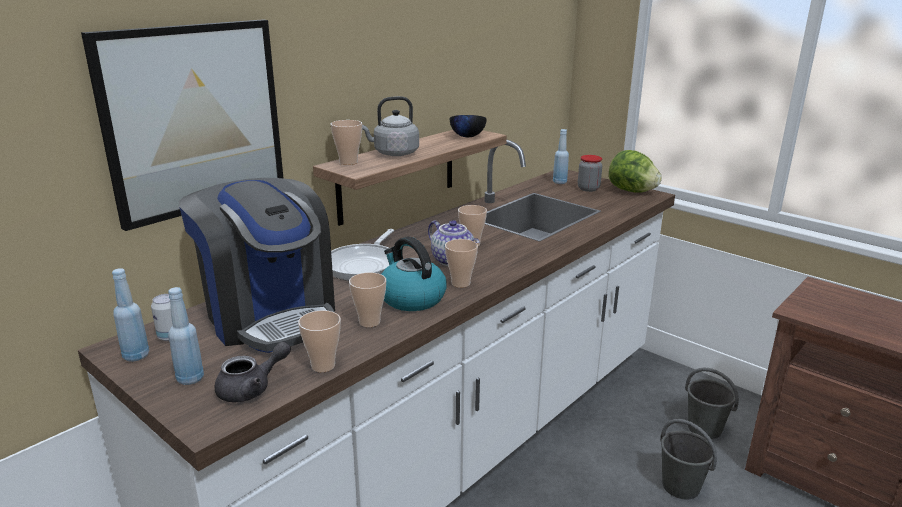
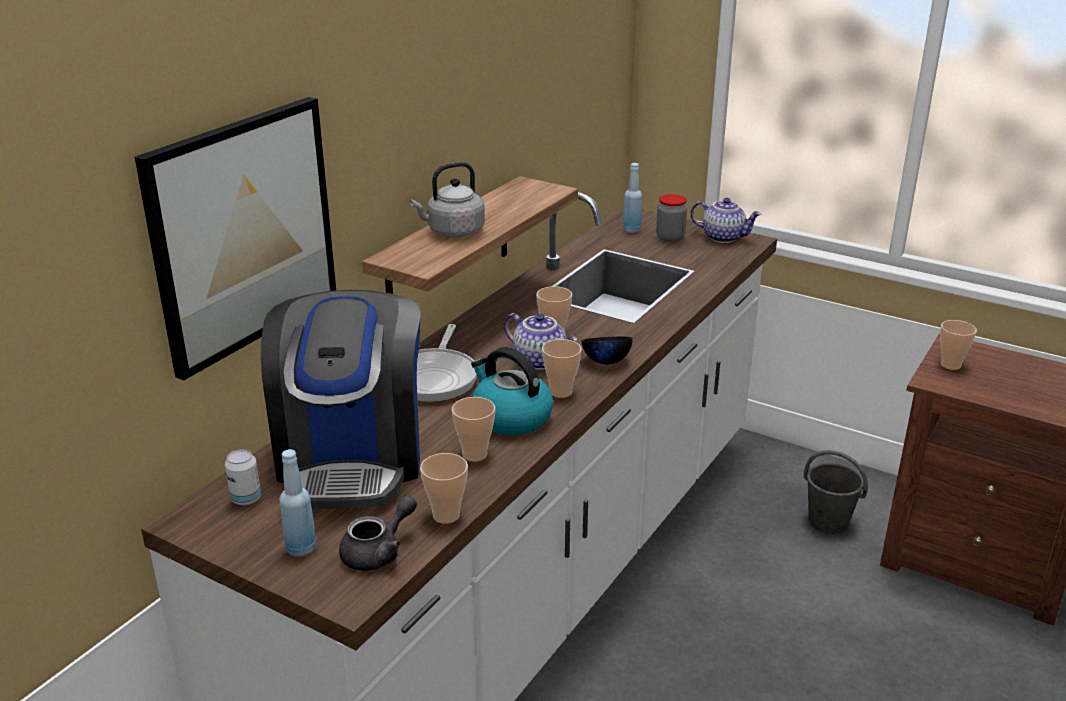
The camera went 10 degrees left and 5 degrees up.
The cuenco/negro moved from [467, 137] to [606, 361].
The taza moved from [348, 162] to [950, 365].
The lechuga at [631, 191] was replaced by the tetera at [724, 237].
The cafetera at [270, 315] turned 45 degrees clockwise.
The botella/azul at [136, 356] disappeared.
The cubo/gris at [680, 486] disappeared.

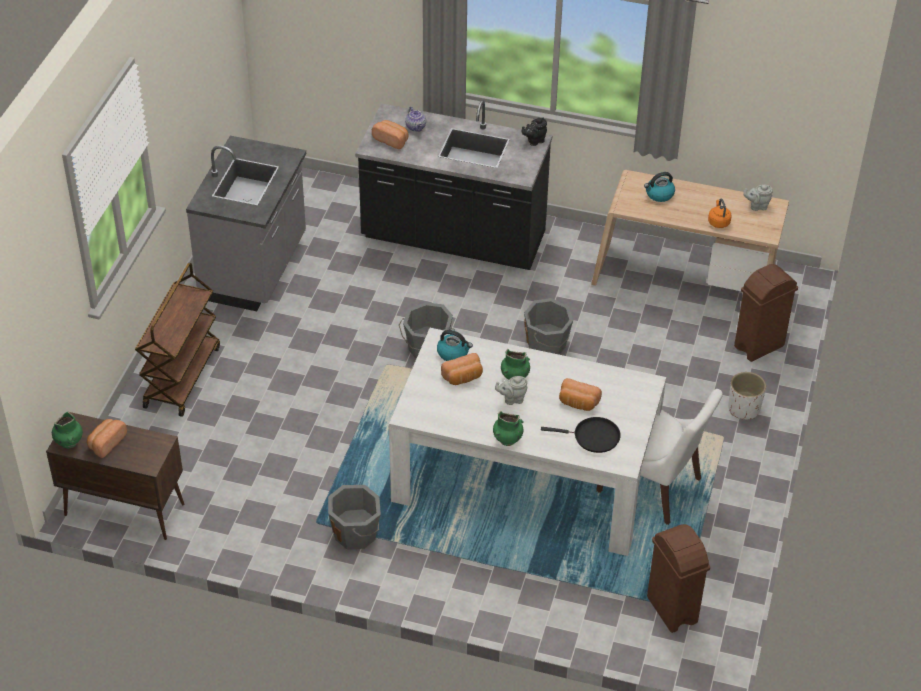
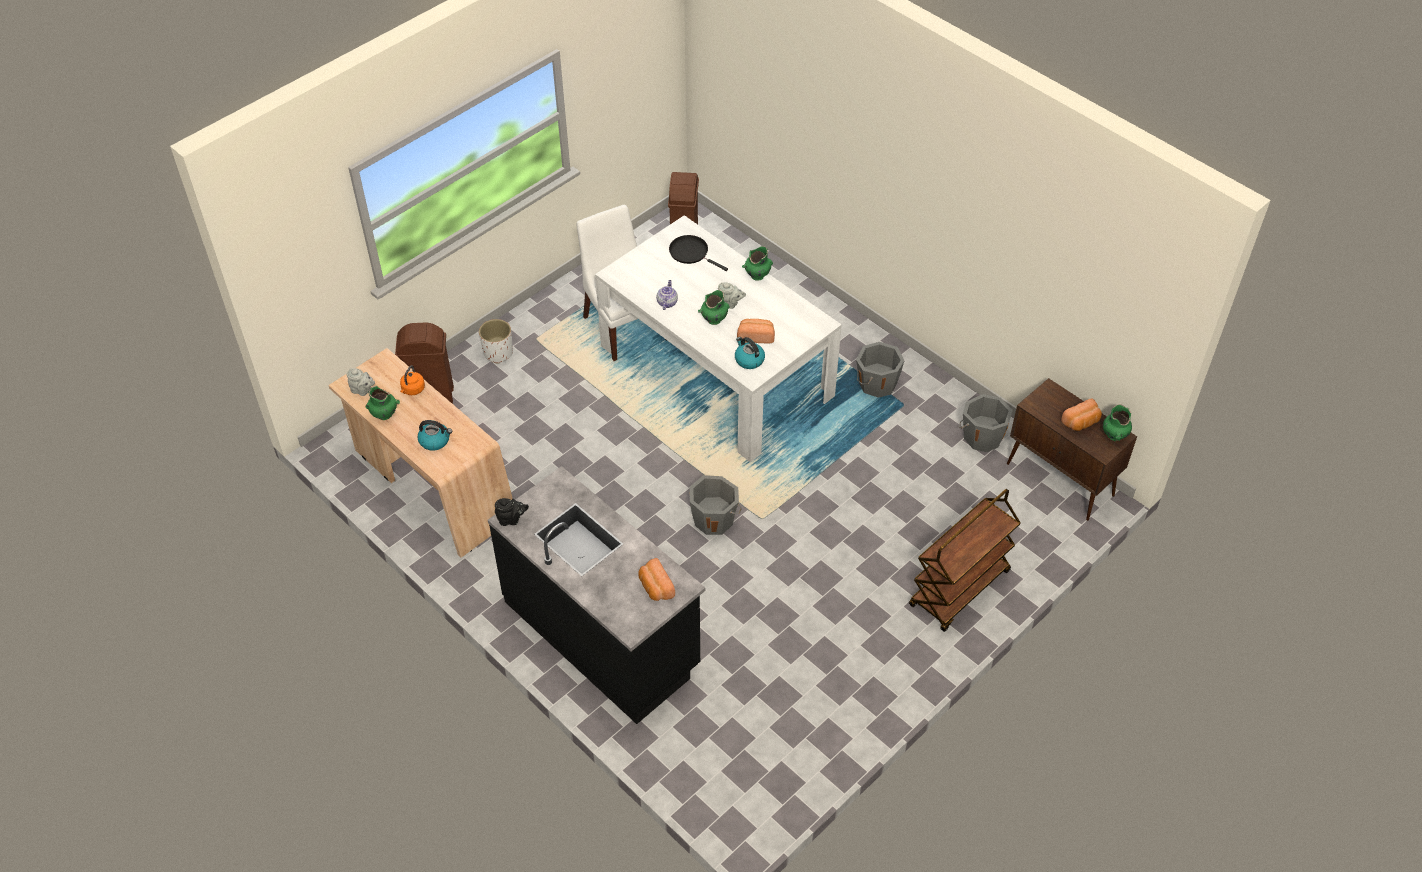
The camera went 150 degrees left and 5 degrees up.
The tetera moved from [416, 127] to [667, 302].
The mueble bajo de cocina/gris at [255, 269] disappeared.
The cubo/gris moved from [547, 345] to [982, 437].
The pan at [578, 403] disappeared.
The florero/verde at [385, 414] appeared.

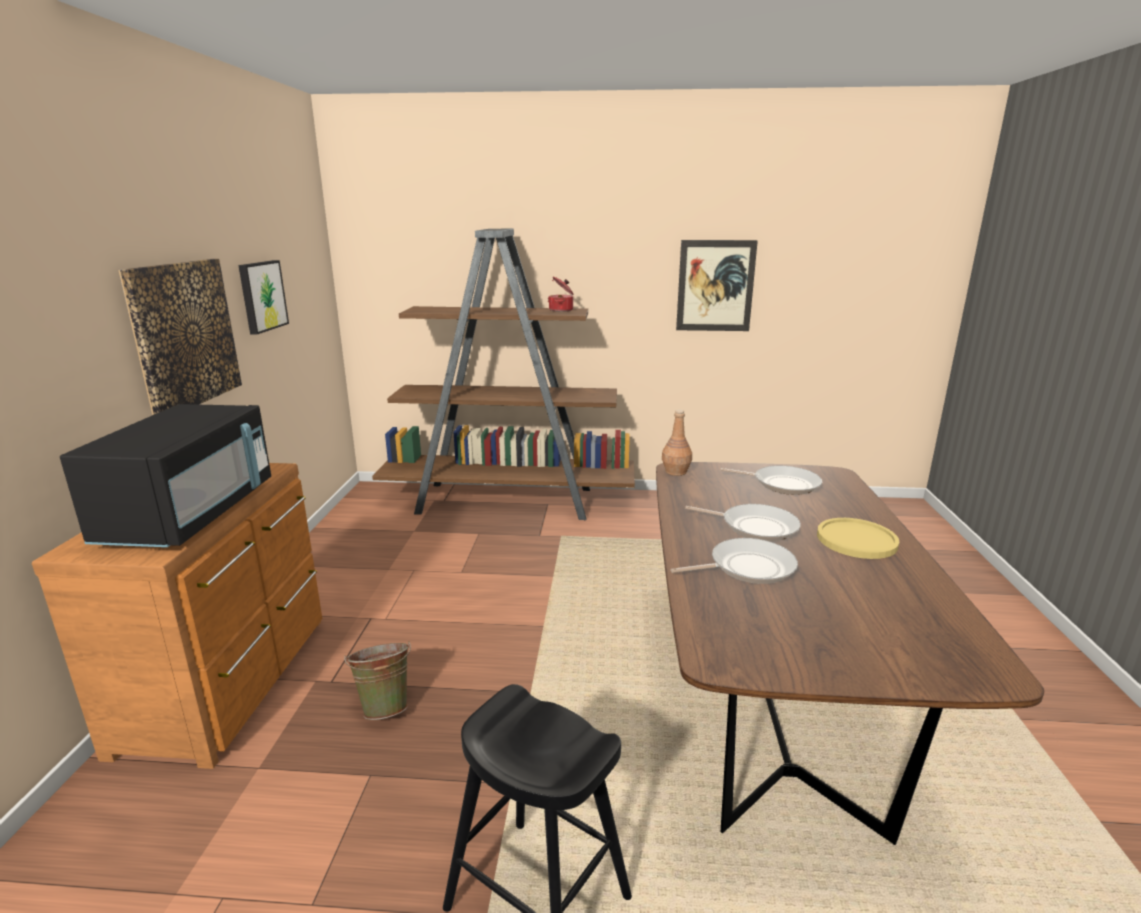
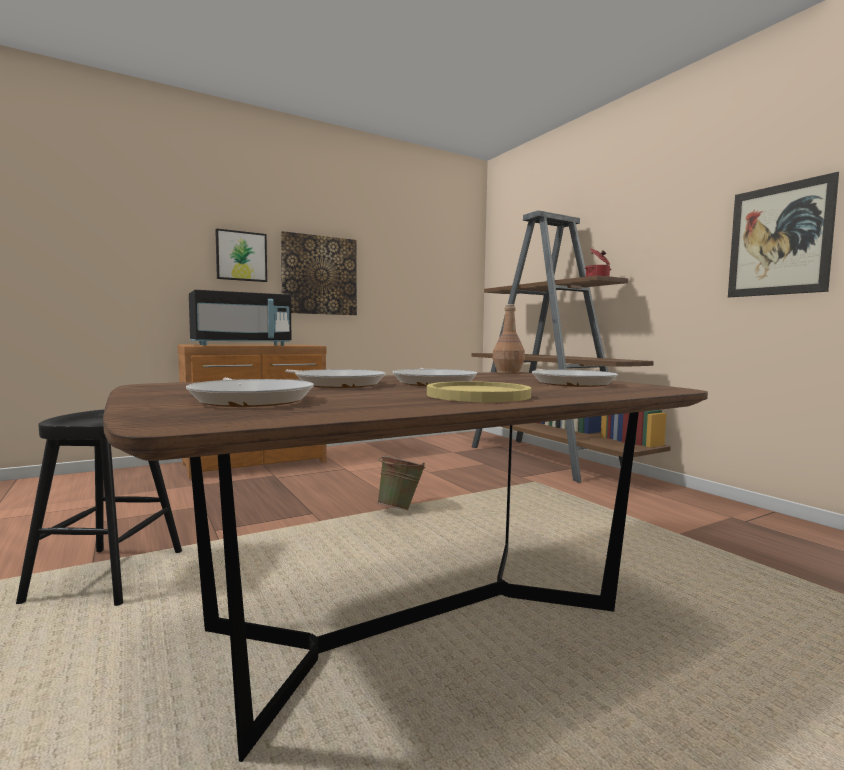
The camera went 55 degrees right and 15 degrees down.
The cuadro moved from [261, 296] to [241, 256].
The cubo/verde moved from [385, 706] to [400, 509].
The sartén at [251, 399] appeared.

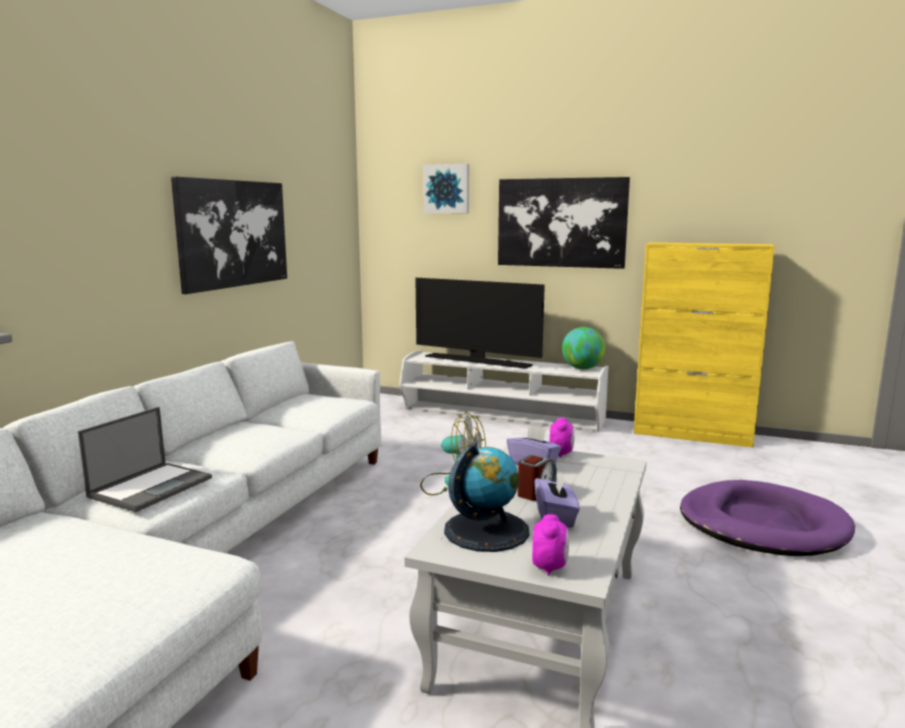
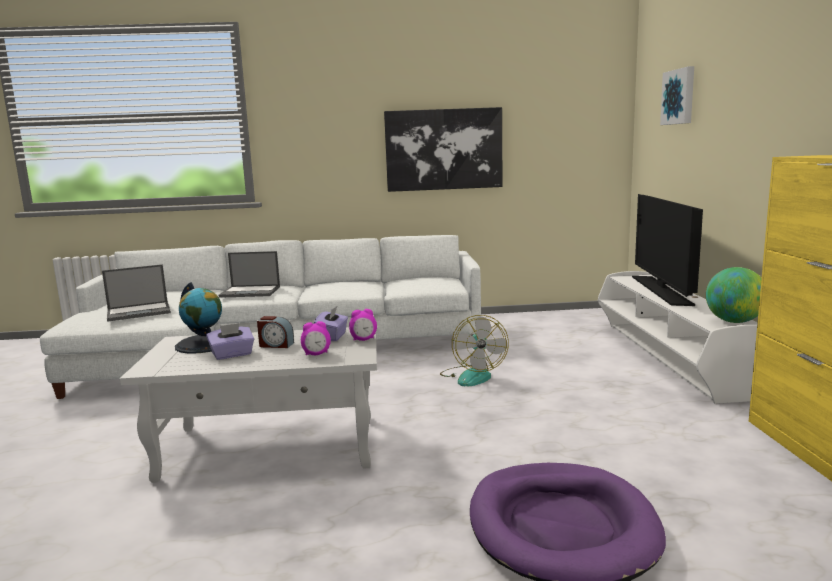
The camera went 65 degrees right and 0 degrees up.
The cuadro at [561, 222] disappeared.
The despertador moved from [549, 567] to [316, 354].
The portátil at [140, 312] appeared.

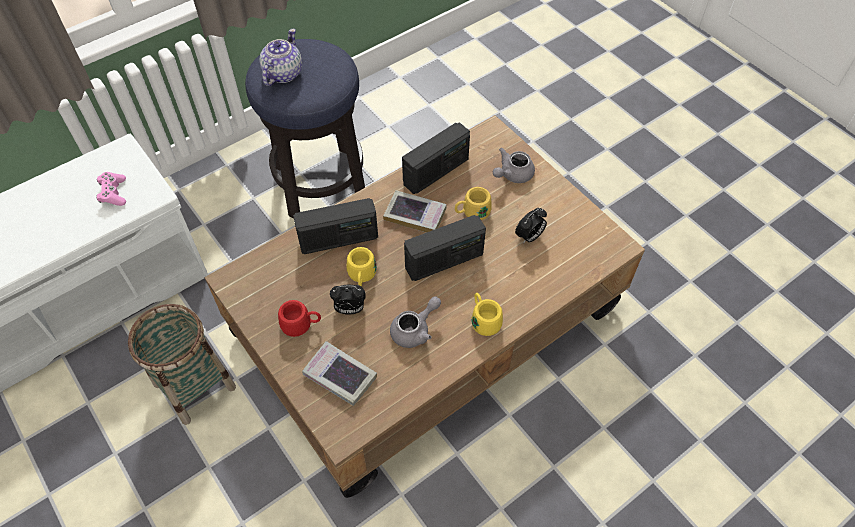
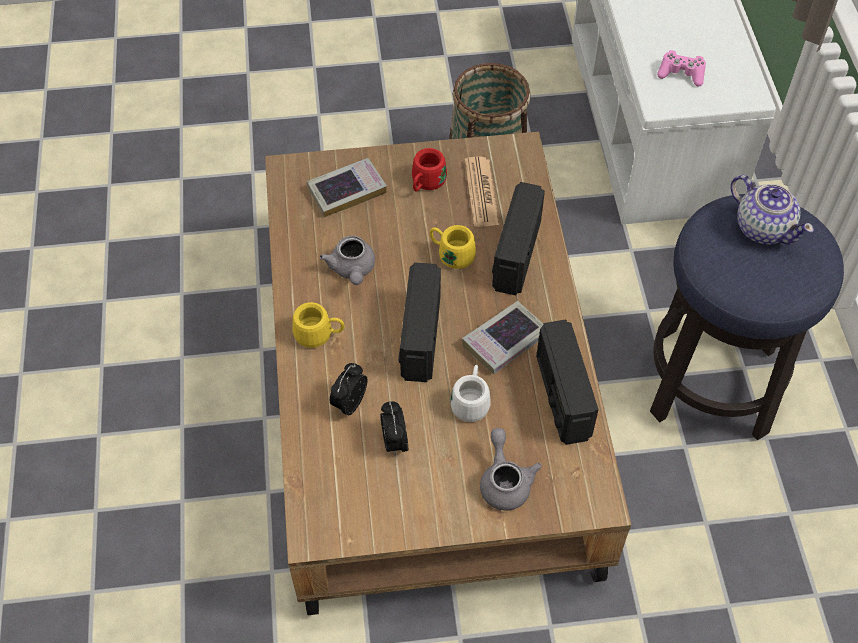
The camera went 120 degrees right and 0 degrees up.
The taza grande/amarillo at [472, 212] became the taza grande/blanco at [471, 401].
The despertador moved from [349, 309] to [349, 403].
The periódico at [481, 192] appeared.

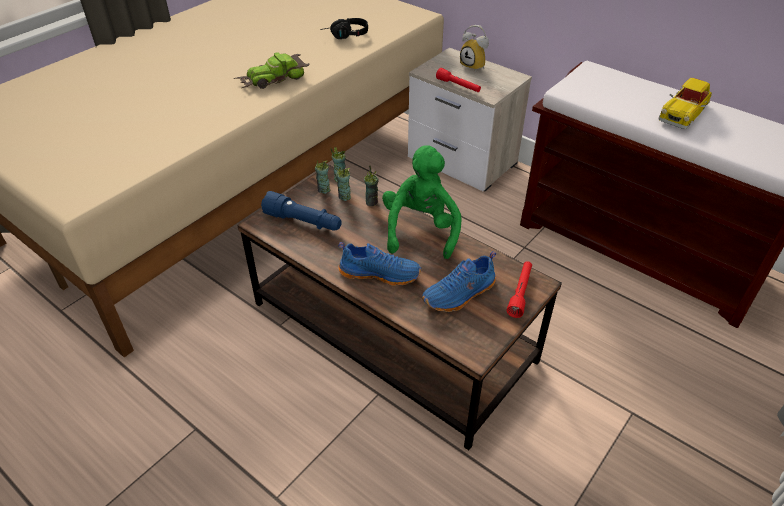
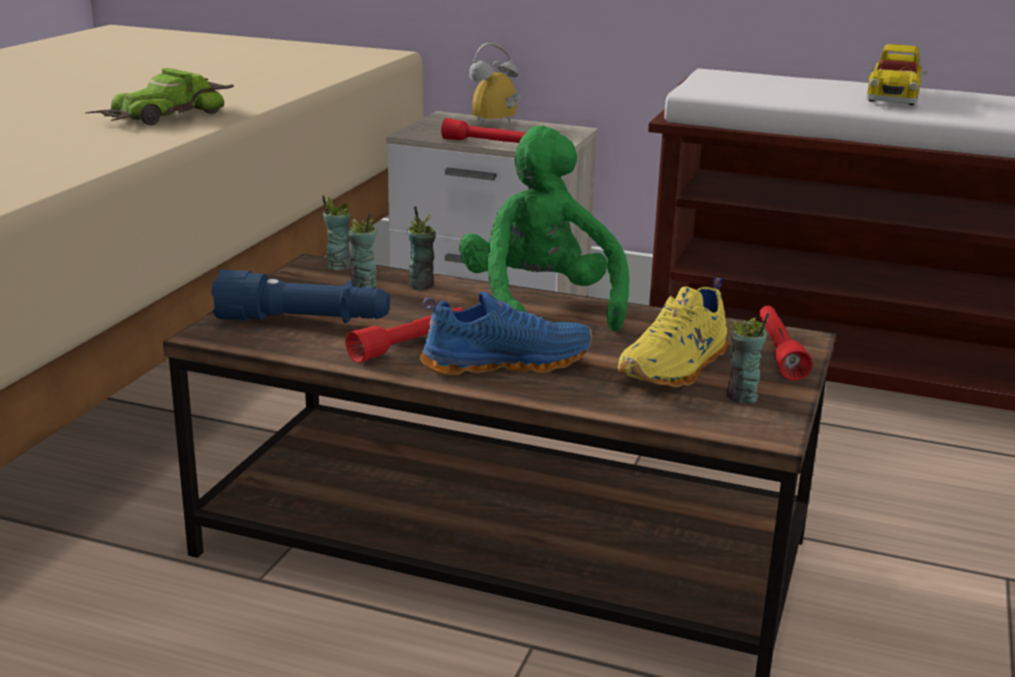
The camera went 20 degrees left and 20 degrees down.
The auriculares/negro at [345, 36] disappeared.
The despertador at [475, 66] turned 120 degrees clockwise.
The taza moved from [323, 190] to [741, 397].
The zapato/azul at [460, 295] became the zapato/amarillo at [677, 368].
The linterna/rojo at [409, 345] appeared.

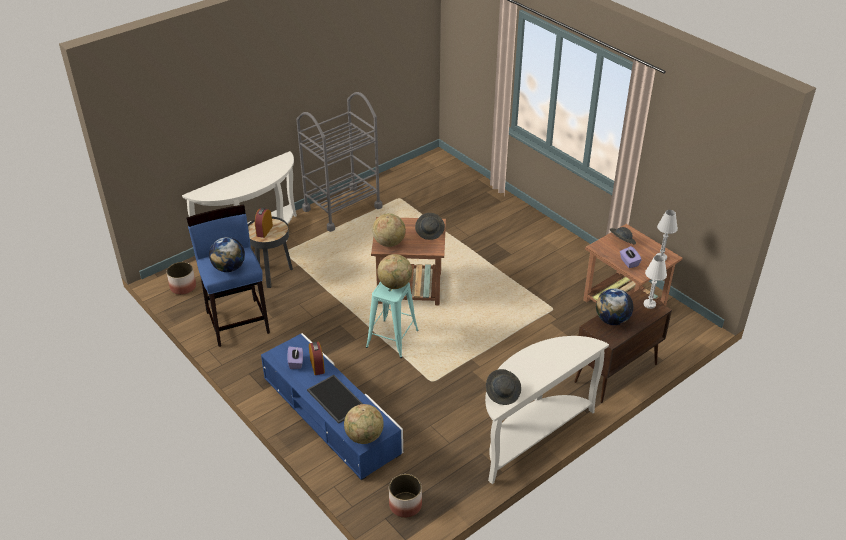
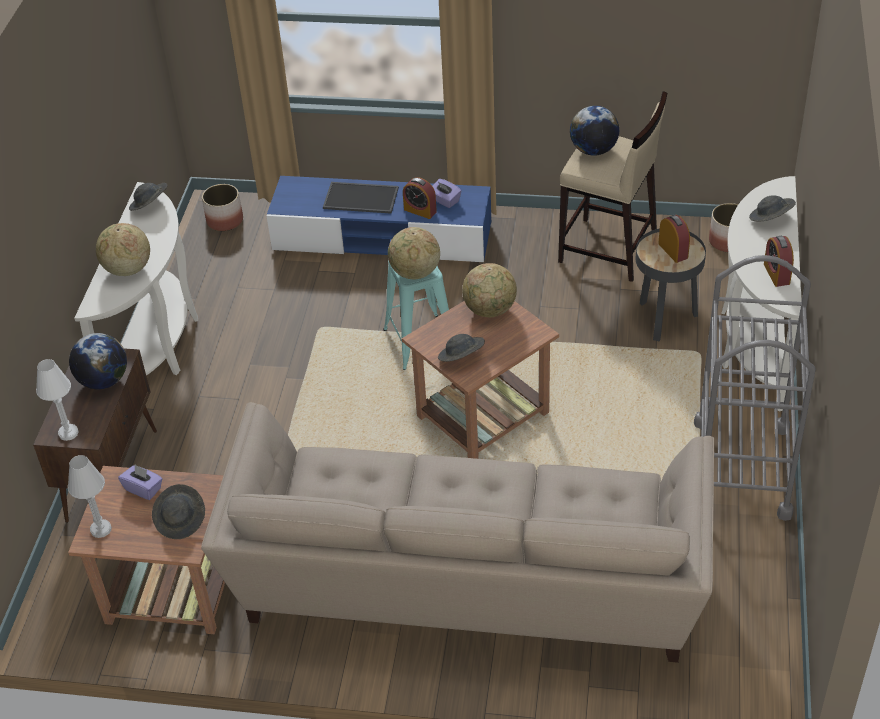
The camera went 140 degrees right and 5 degrees up.
The taburete/azul at [238, 321] became the taburete/beis at [608, 250].
The globo terráqueo moved from [364, 437] to [127, 269].
The sombrero/gris at [770, 219] appeared.
The despertador at [776, 274] appeared.
The sofá/beis at [467, 585] appeared.

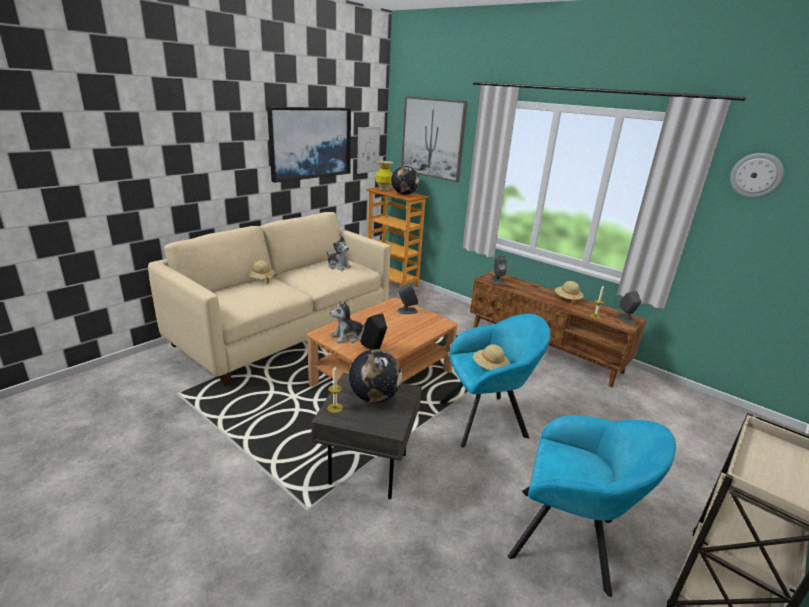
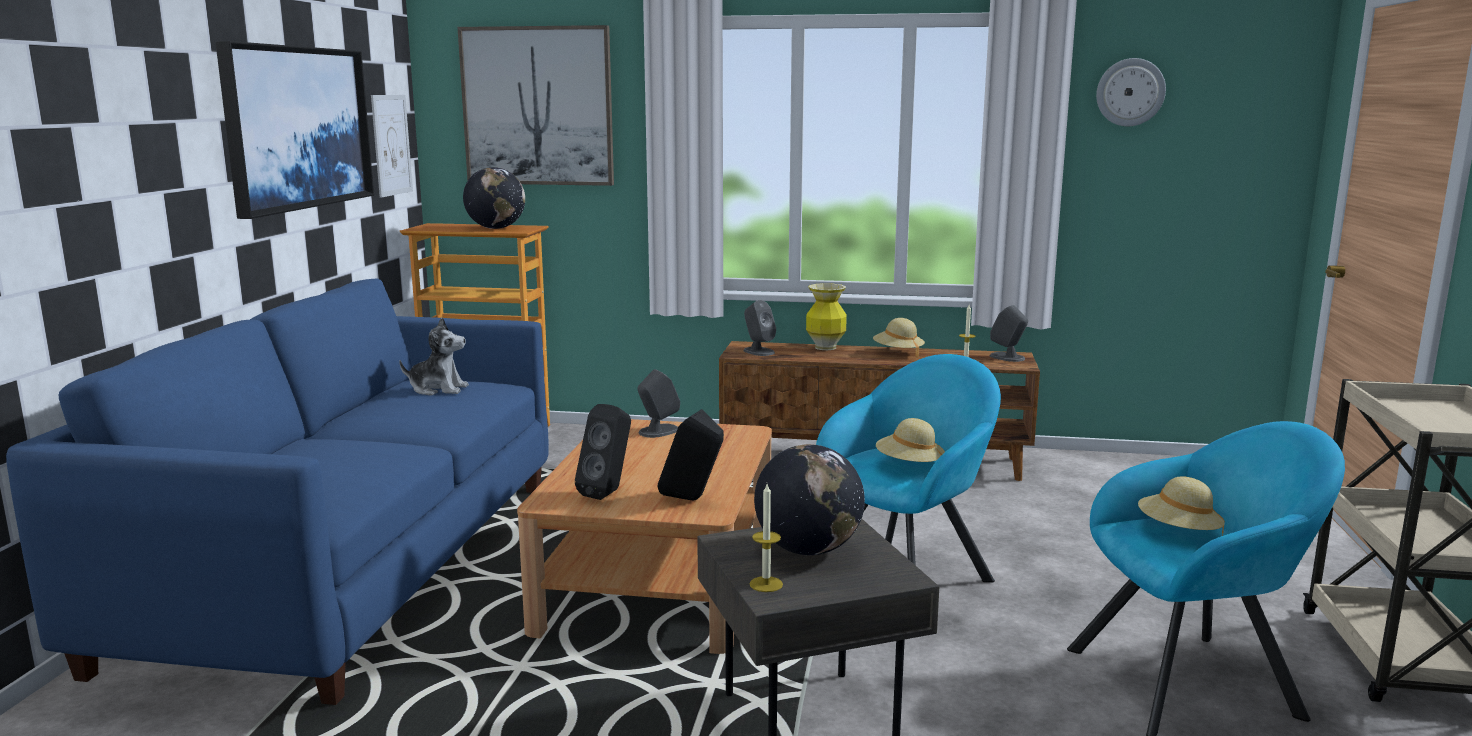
The camera went 30 degrees left and 10 degrees down.
The florero moved from [384, 189] to [825, 347].
The sofá/beis at [285, 330] became the sofá/azul at [351, 567].
The sombrero/beis moved from [261, 279] to [1178, 532].
The peluche at [347, 337] was replaced by the altavoz/negro at [608, 493].

